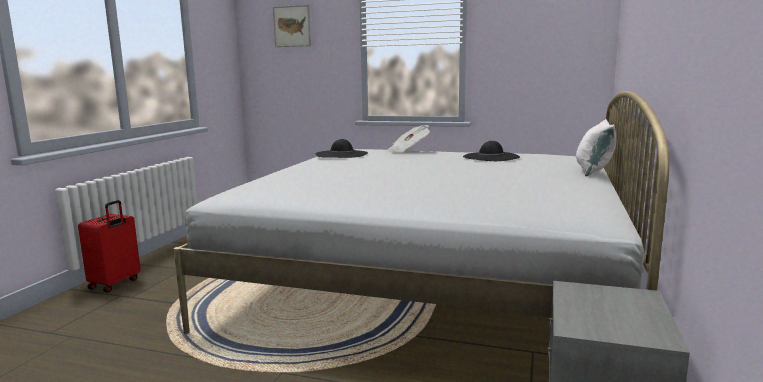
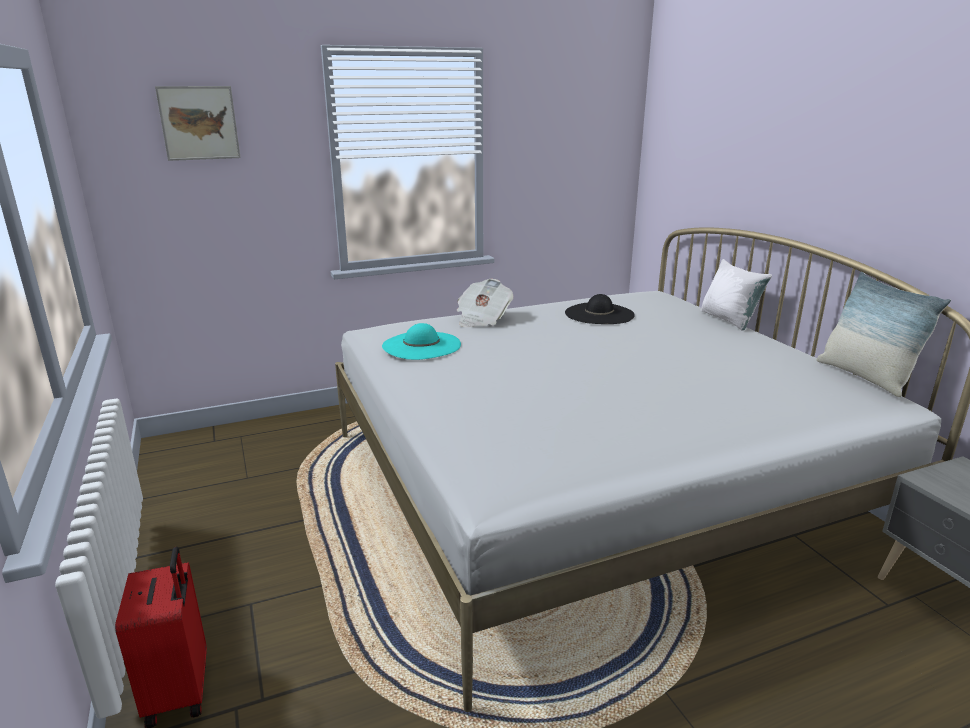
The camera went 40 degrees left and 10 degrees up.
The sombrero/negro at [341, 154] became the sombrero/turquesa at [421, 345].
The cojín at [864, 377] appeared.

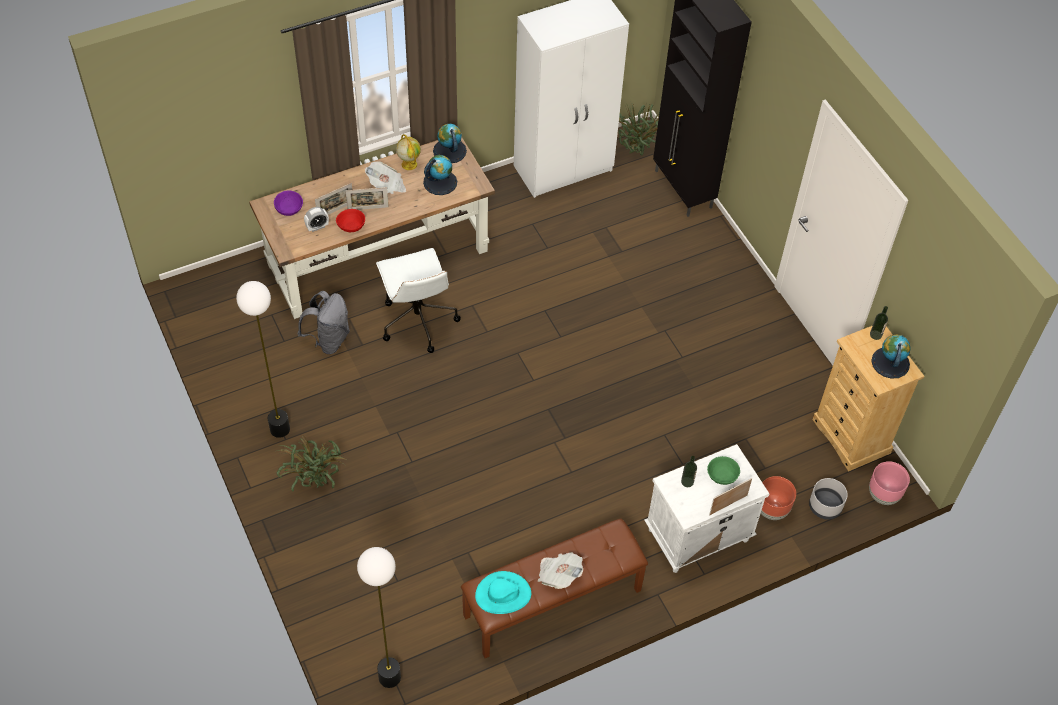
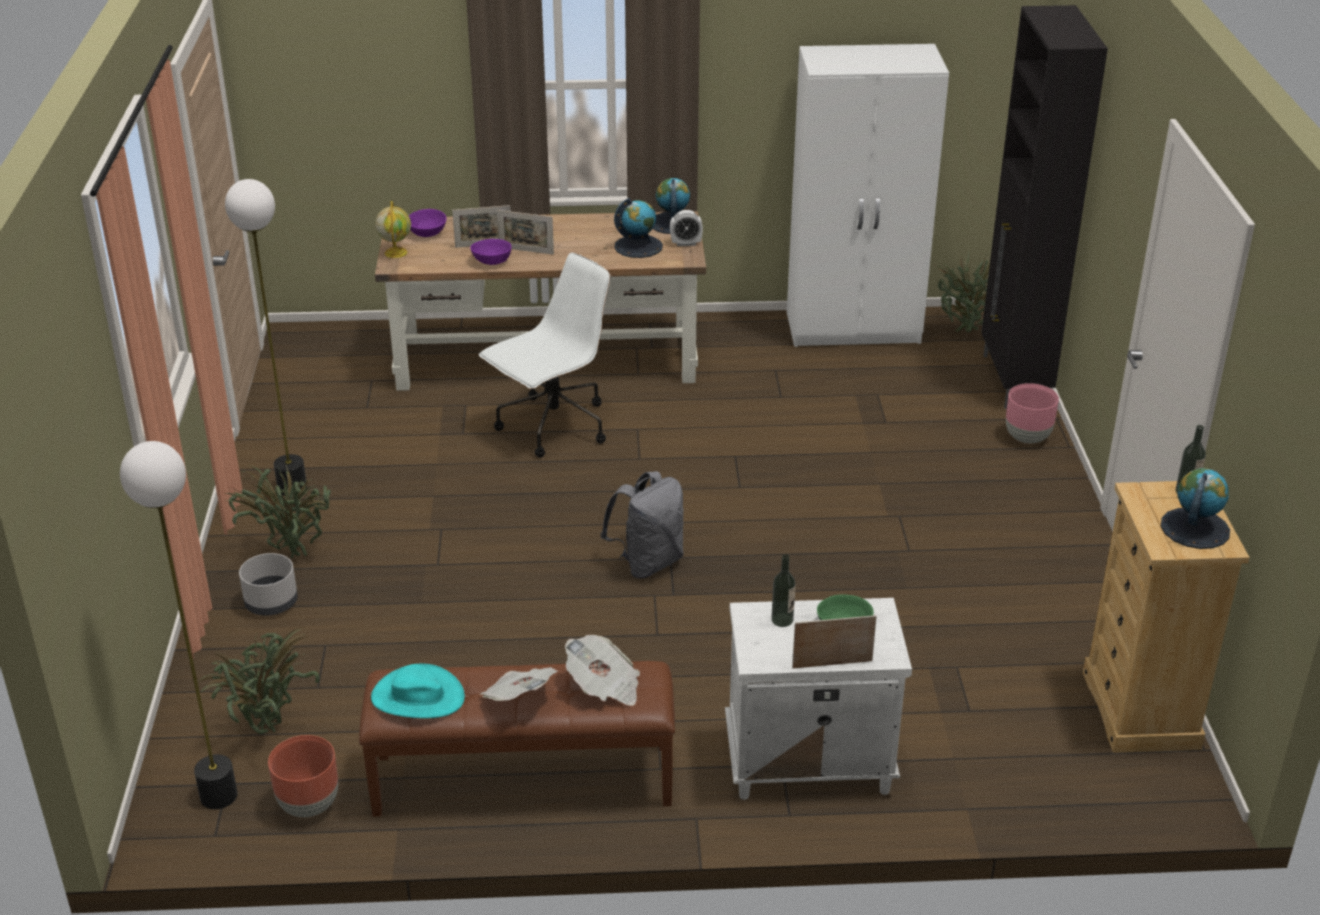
The camera went 25 degrees right and 20 degrees down.
The globo terráqueo moved from [409, 164] to [395, 252].
The periódico moved from [386, 186] to [604, 687].
The despertador moved from [317, 227] to [686, 243].
The cuenco/rojo at [352, 227] became the cuenco/morado at [492, 262].
The silla de oficina/blanco at [417, 320] turned 135 degrees counterclockwise.
The mochila/gris moved from [328, 340] to [648, 563].
The maceta/rosa moved from [883, 495] to [1027, 437].
The maceta/marrón moved from [772, 510] to [309, 805].
The maceta/gris moved from [825, 506] to [271, 603].
The planta en maceta at [266, 731] appeared.

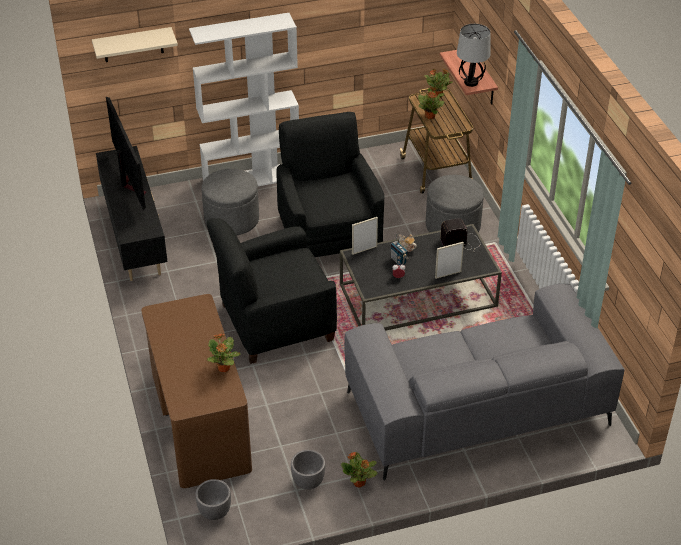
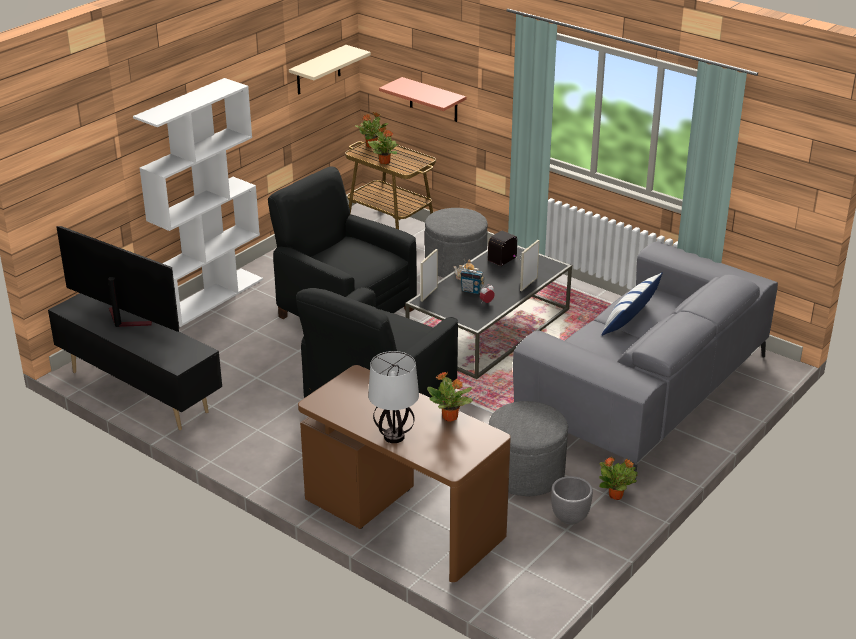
The camera went 35 degrees left and 10 degrees down.
The lámpara de mesa moved from [471, 83] to [394, 437].
The estante/beis moved from [133, 45] to [318, 70].
The puf/gris moved from [231, 219] to [525, 473].
The maceta/gris at [215, 513] disappeared.
The cojín at [629, 319] appeared.

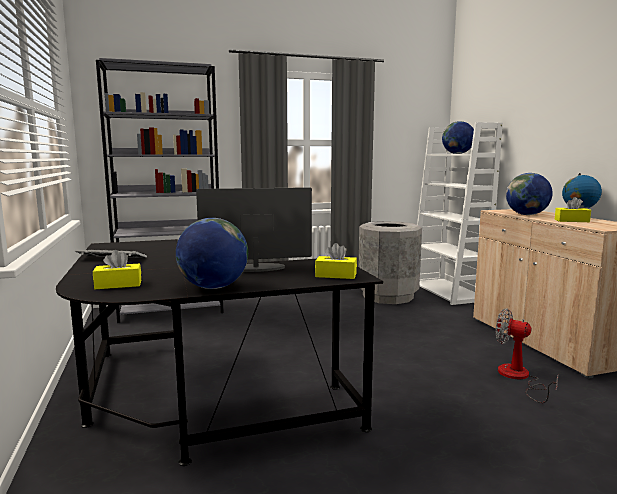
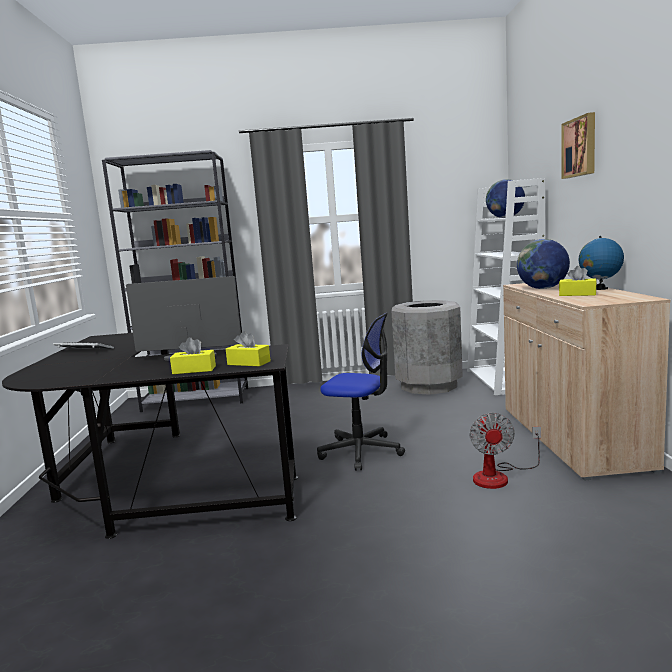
The camera went 15 degrees right and 0 degrees up.
The globo terráqueo at [213, 287] disappeared.
The caja de pañuelos/amarillo moved from [118, 285] to [194, 370].
The ventilador at [518, 378] turned 135 degrees counterclockwise.
The cuadro at [580, 147] appeared.
The silla de oficina at [361, 451] appeared.

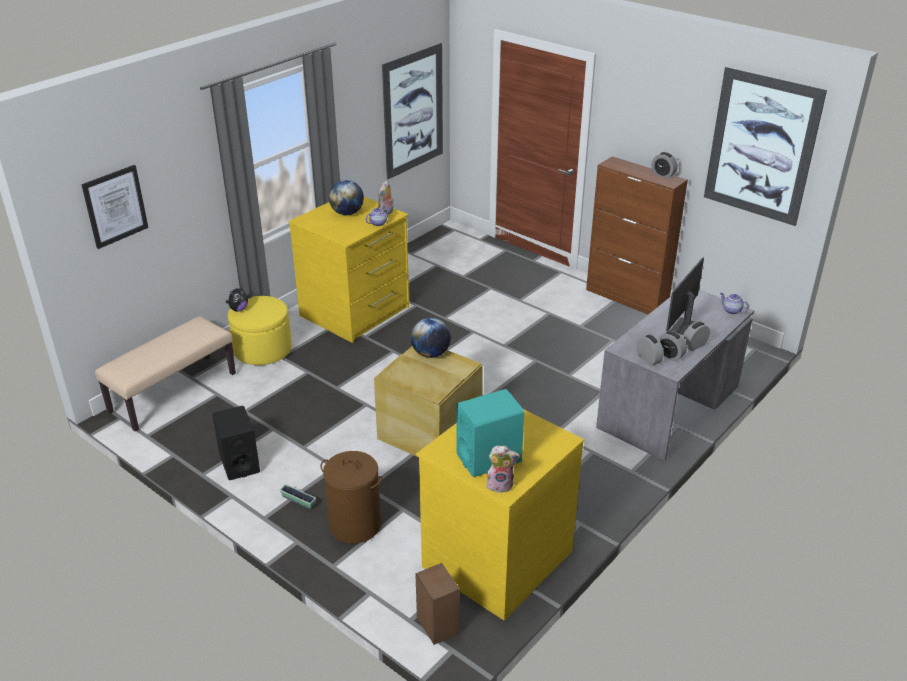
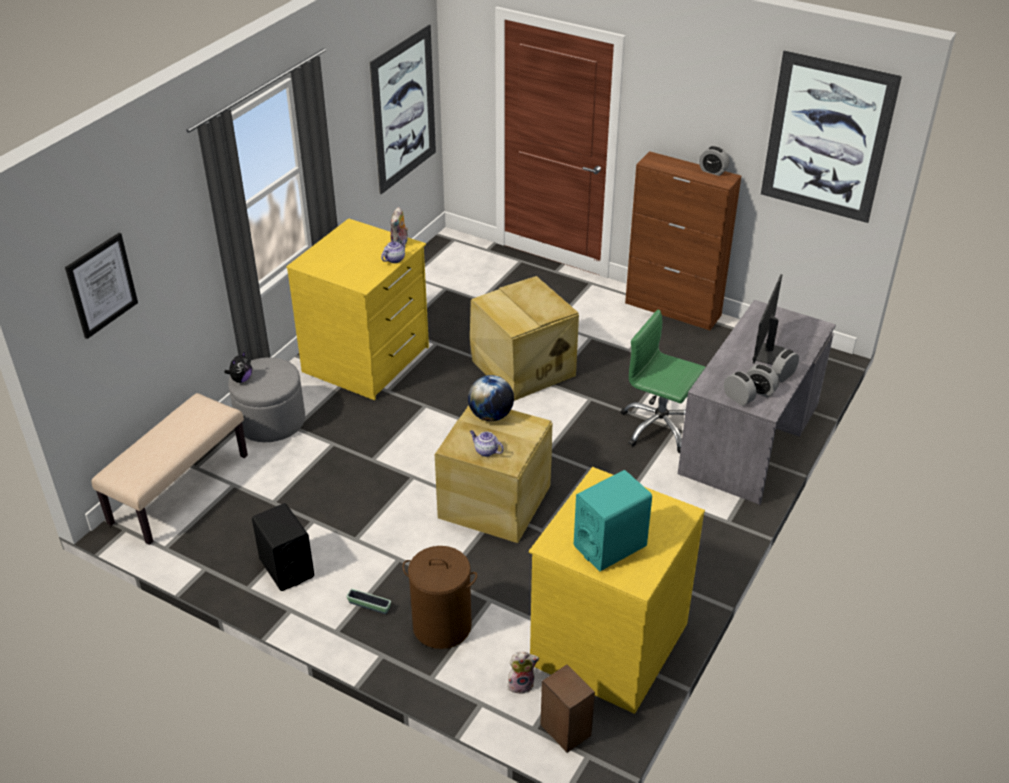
The camera went 10 degrees left and 5 degrees up.
The globo terráqueo at [347, 213] disappeared.
The tetera moved from [731, 310] to [485, 451].
The puf/amarillo at [263, 350] became the puf/gris at [271, 421].
The peluche moved from [500, 484] to [521, 684].
The caja de almacenaje/beis at [523, 369] appeared.
The silla de oficina/verde at [659, 427] appeared.

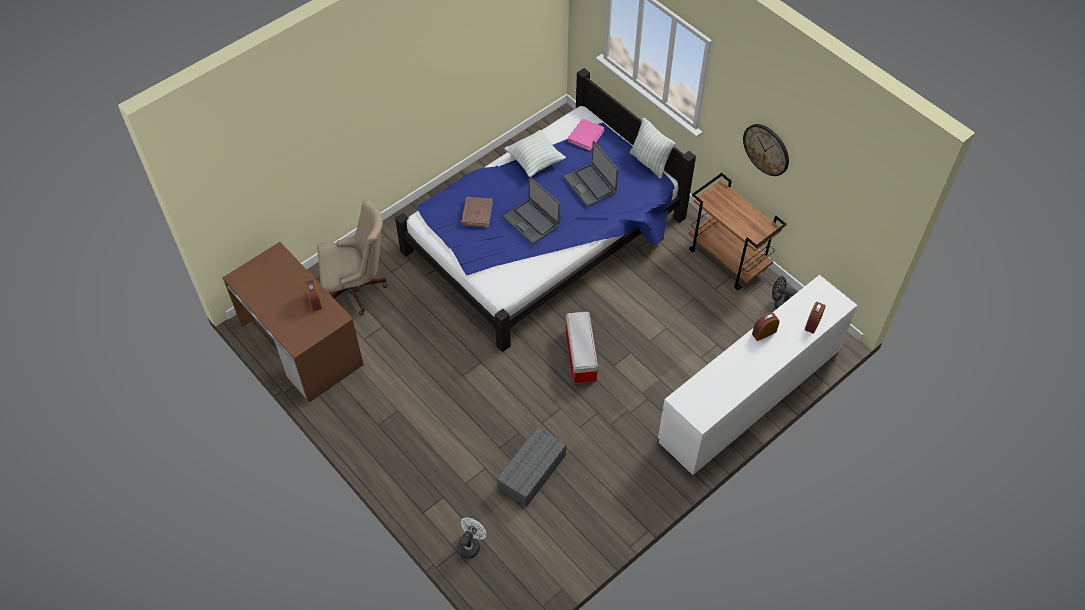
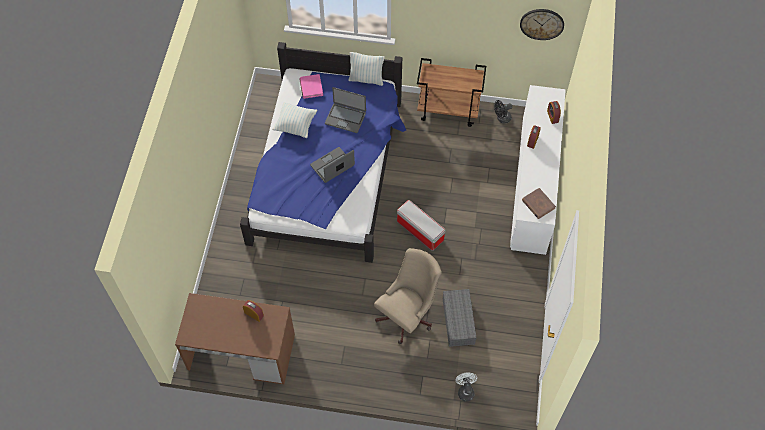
The camera went 40 degrees left and 5 degrees up.
The reloj de pared moved from [766, 149] to [542, 23].
The portátil at [532, 221] turned 135 degrees clockwise.
The libro/marrón moved from [477, 213] to [538, 204].
The silla de oficina/beis moved from [357, 289] to [407, 315].

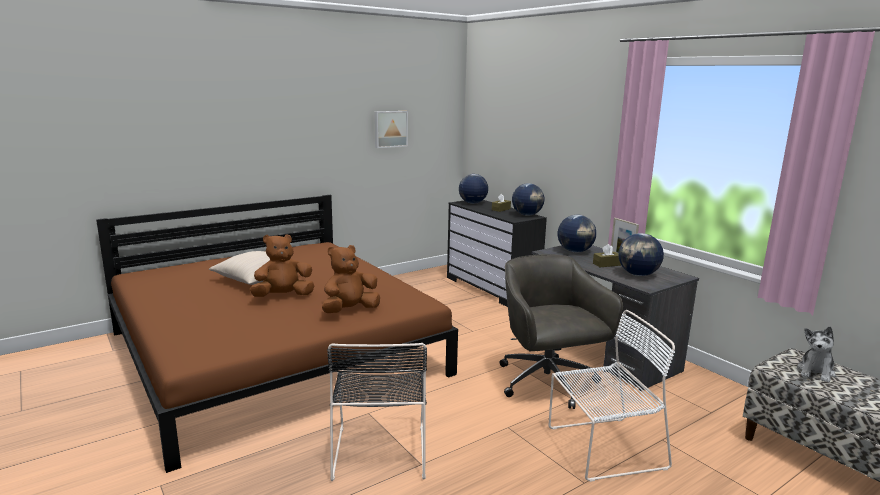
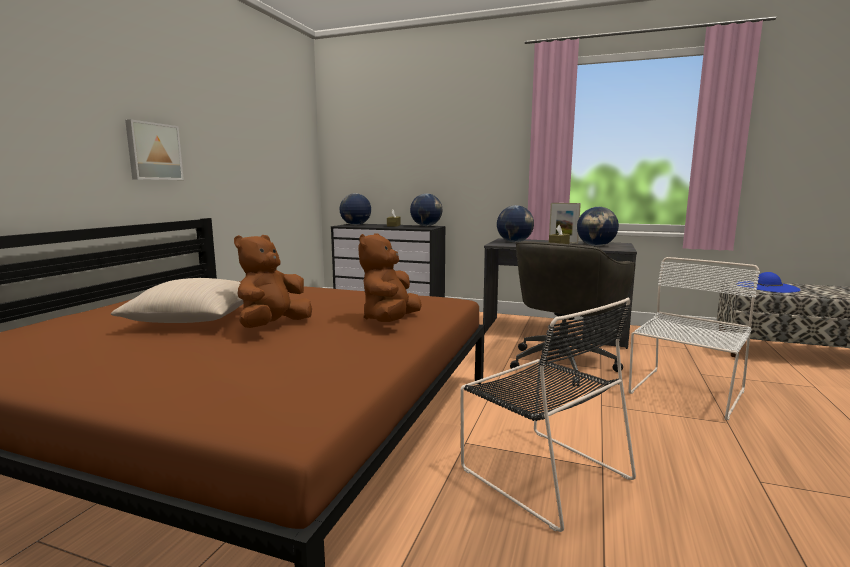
The camera went 35 degrees left and 5 degrees down.
The cuadro moved from [390, 129] to [153, 151].
The silla de oficina/gris at [548, 383] turned 90 degrees counterclockwise.
The peluche at [816, 372] was replaced by the sombrero/azul at [767, 287].

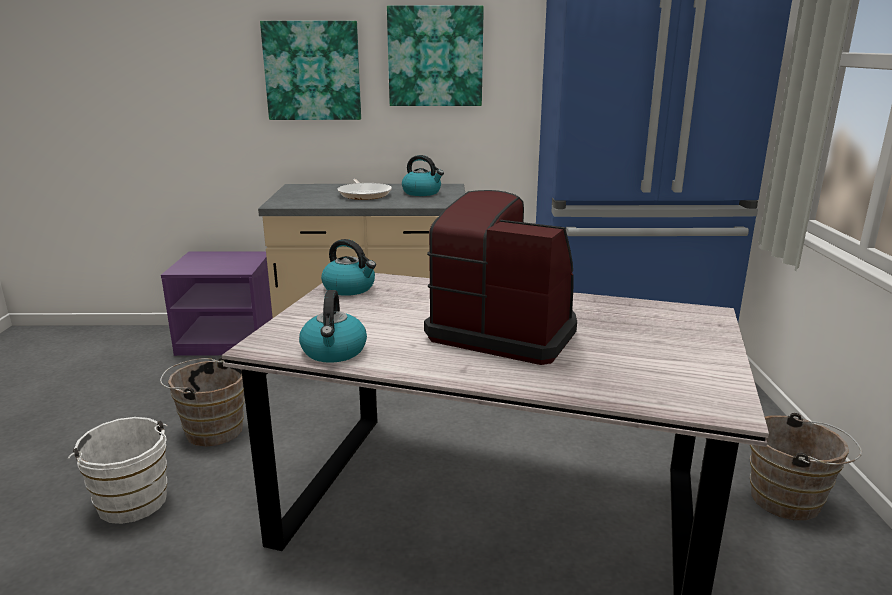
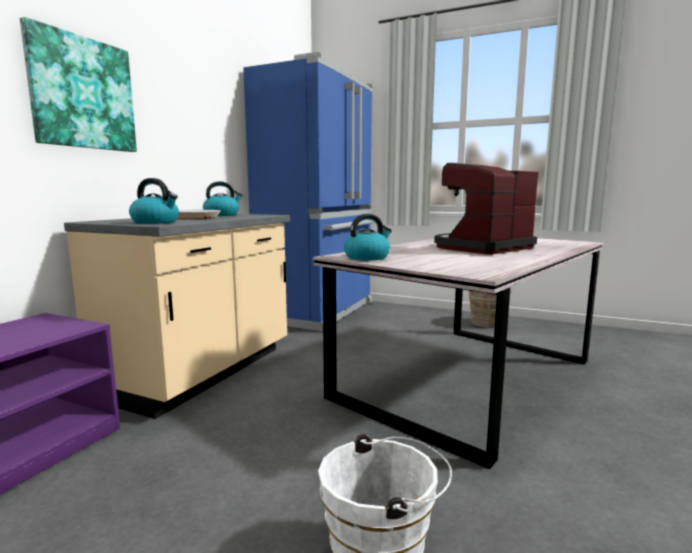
The camera went 65 degrees left and 10 degrees down.
The cuadro at [435, 56] disappeared.
The hervidor moved from [334, 352] to [156, 222].
The cubo/marrón at [210, 430] disappeared.

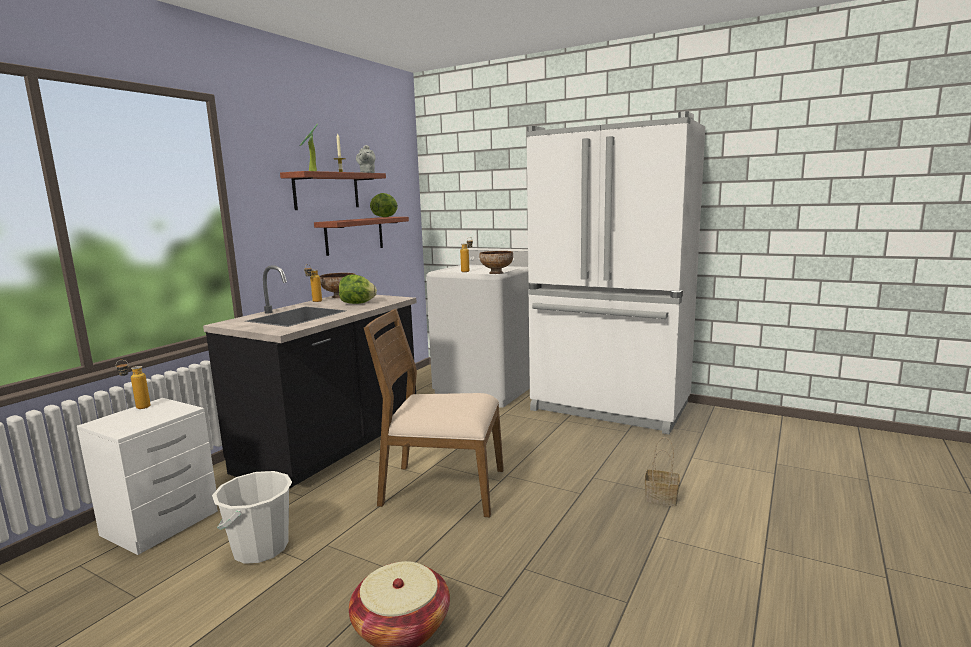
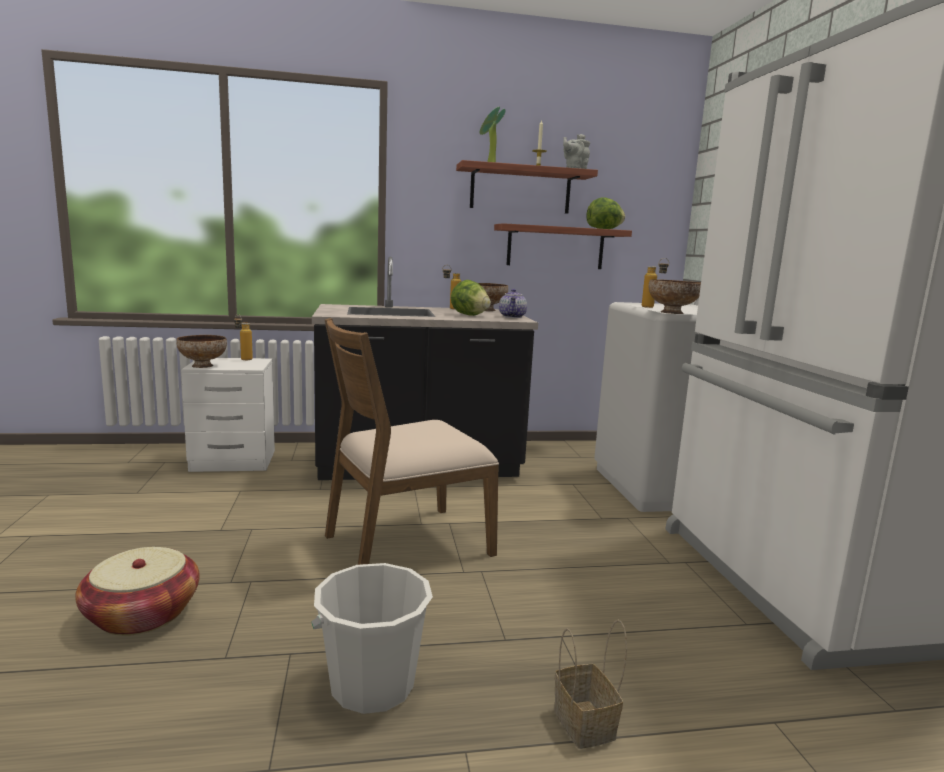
The camera went 50 degrees right and 0 degrees up.
The silla/marrón at [442, 488] turned 90 degrees counterclockwise.
The cubo/blanco moved from [260, 548] to [372, 685].
The tetera at [513, 317] appeared.
The cuenco at [203, 366] appeared.

